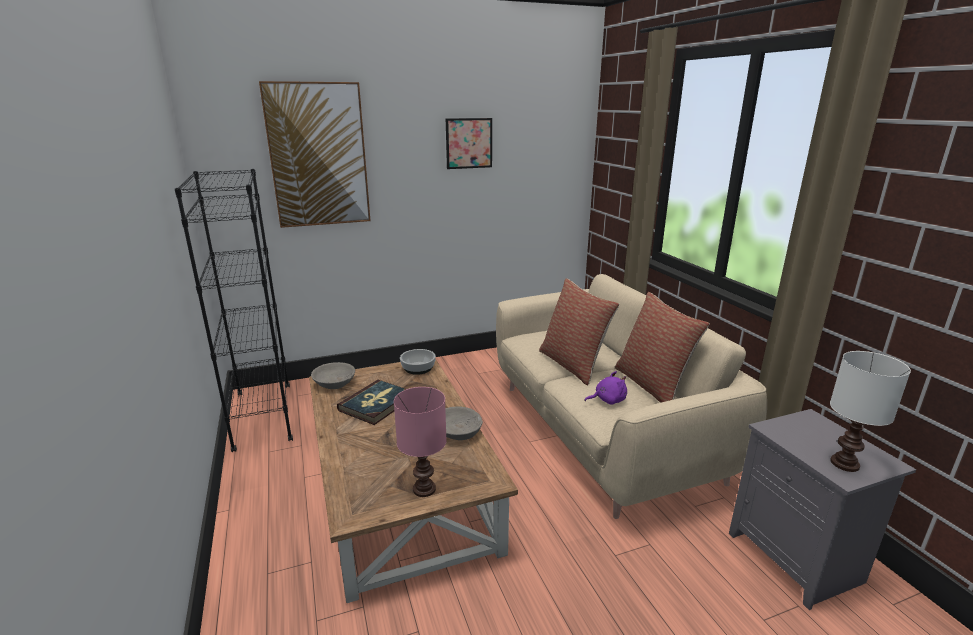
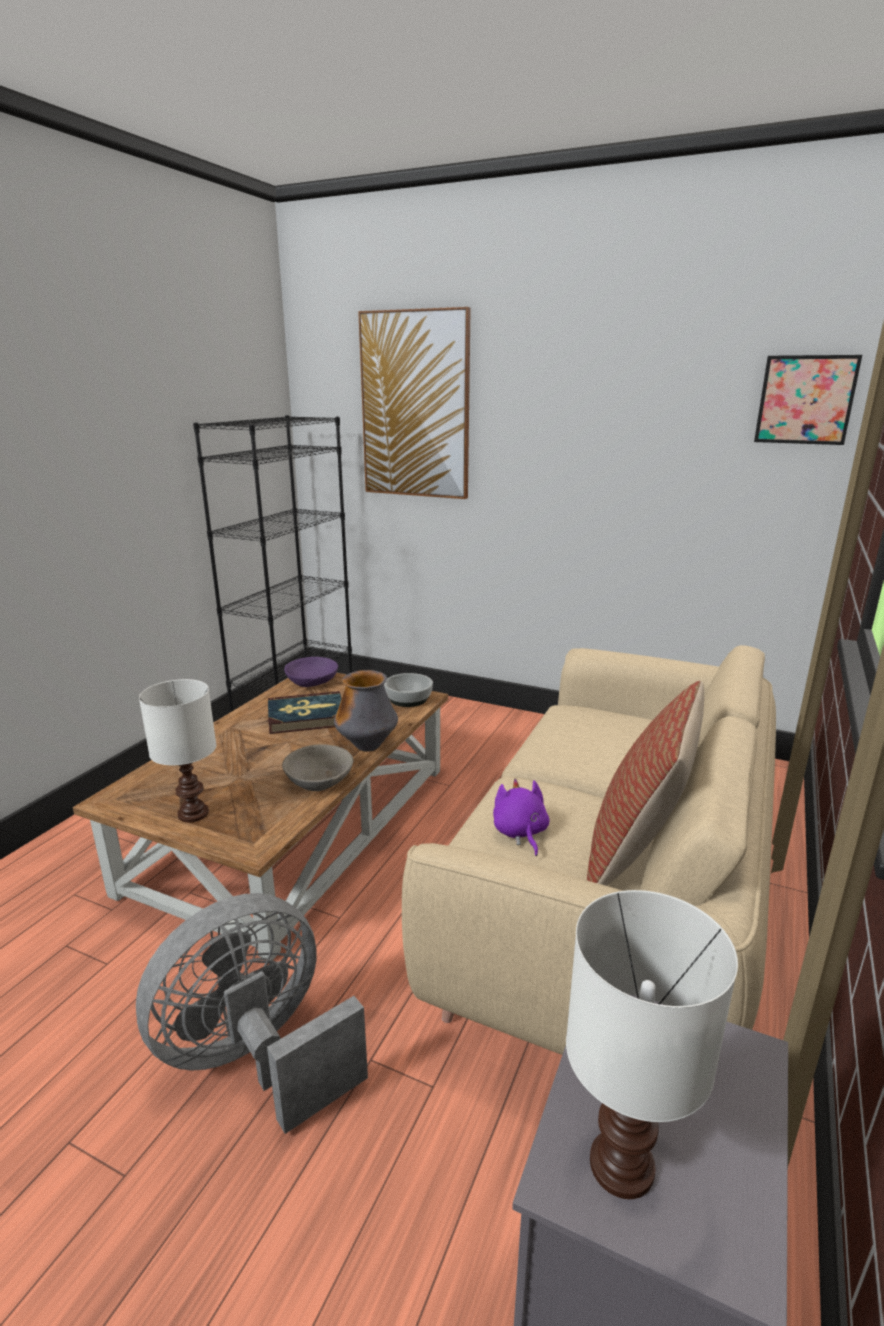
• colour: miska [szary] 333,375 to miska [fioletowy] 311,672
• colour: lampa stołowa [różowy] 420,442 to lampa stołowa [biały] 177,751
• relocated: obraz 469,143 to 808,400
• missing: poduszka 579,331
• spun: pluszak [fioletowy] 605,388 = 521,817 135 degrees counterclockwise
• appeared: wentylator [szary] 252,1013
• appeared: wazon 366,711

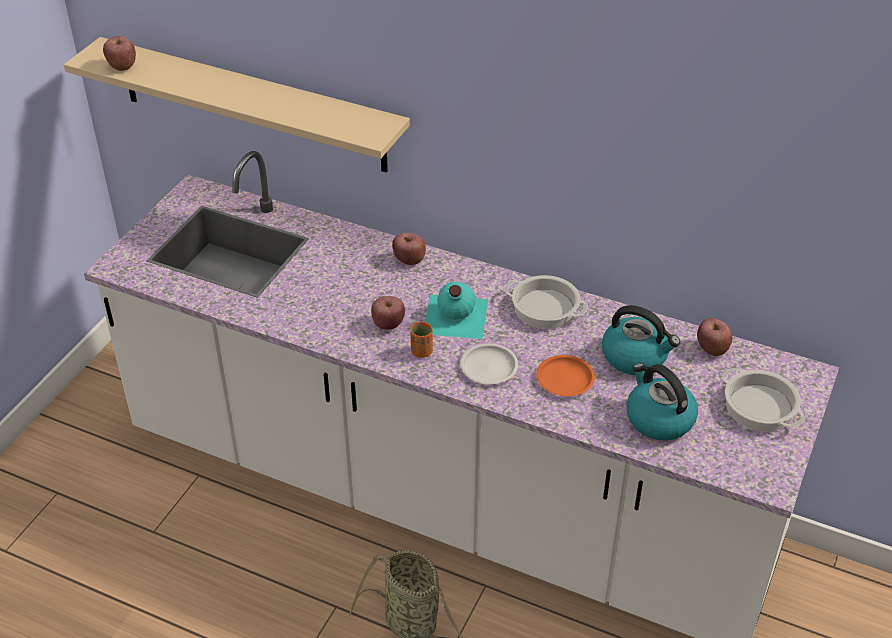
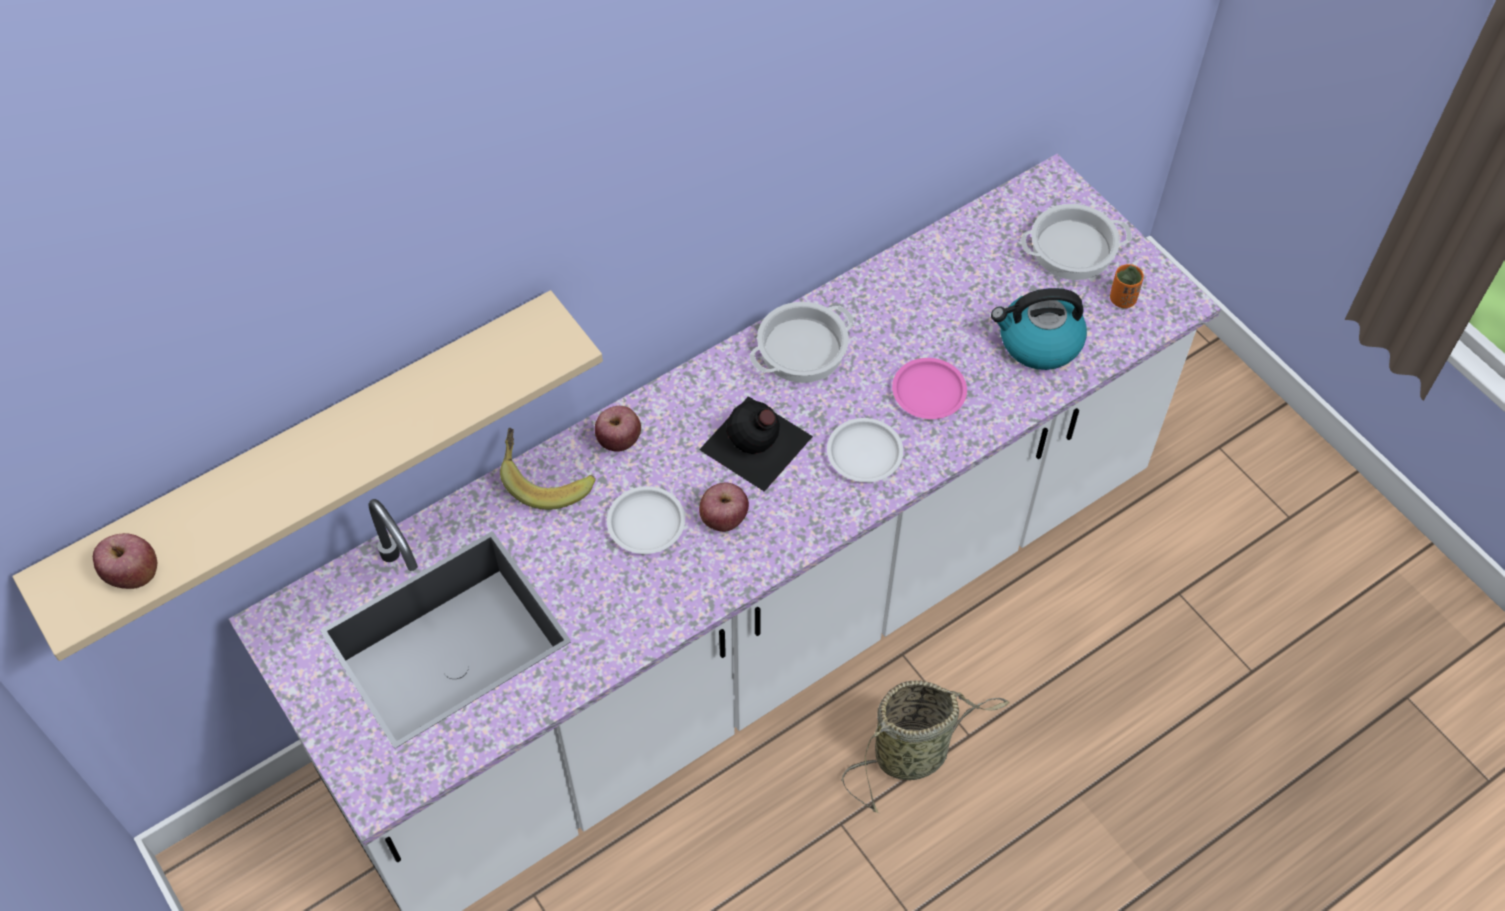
• relocated: filiżanka [pomarańczowy] 421,340 to 1127,286
• colour: butelka [turkusowy] 456,310 to butelka [czarny] 756,444
• colour: talerz [pomarańczowy] 565,375 to talerz [różowy] 929,388
• missing: czajnik 641,340
• missing: jabłko 714,337
• appeared: banan 548,469
• appeared: talerz [biały] 646,520

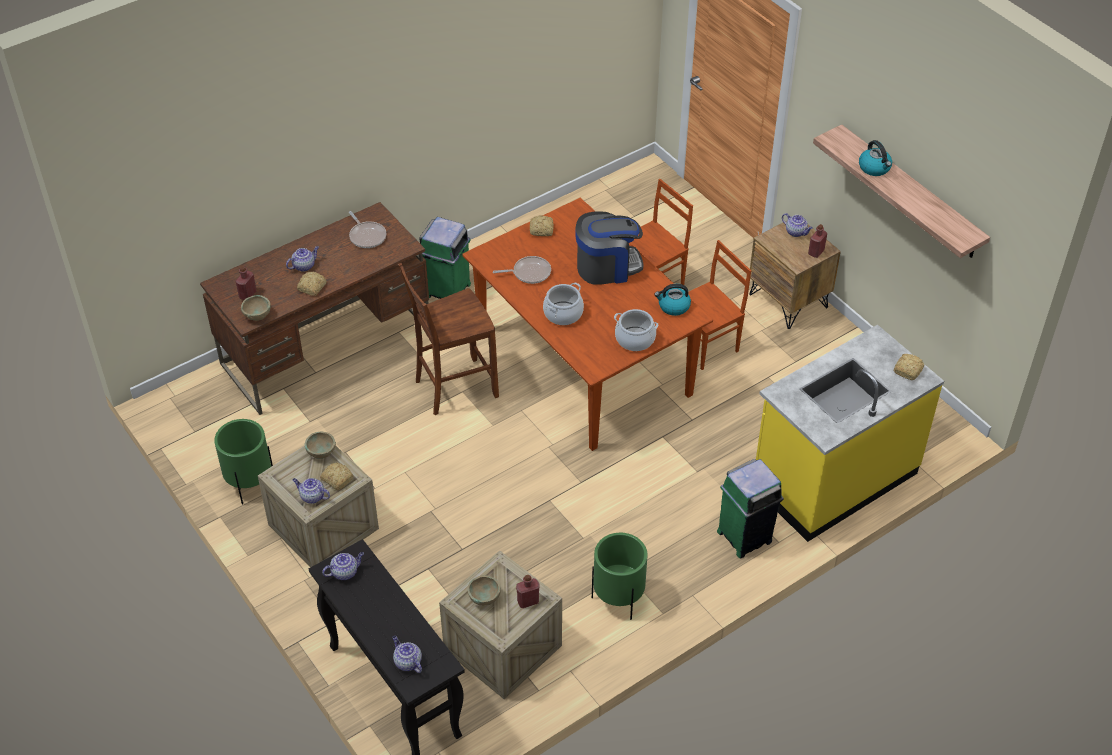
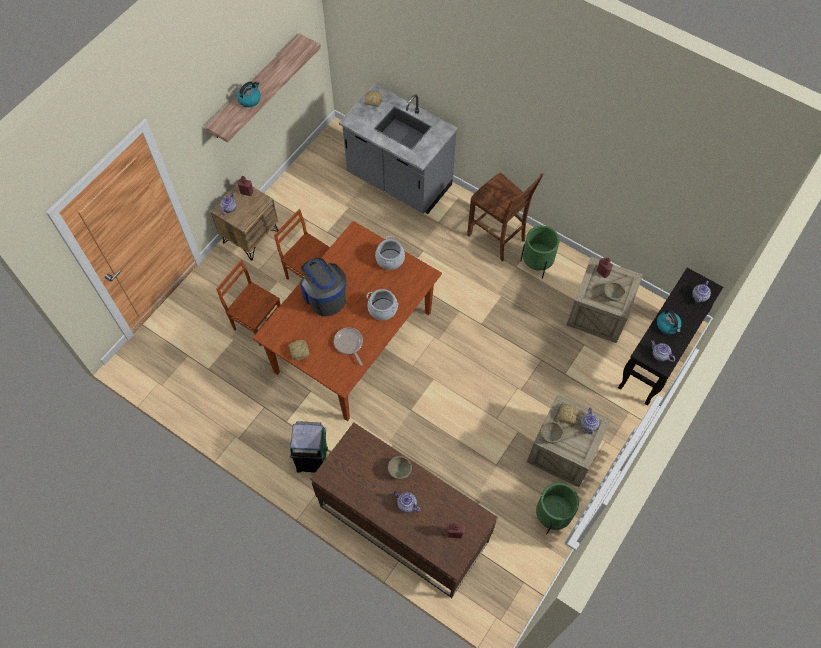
• relocated: miska [beżowy] 256,308 to 400,468
• missing: chleb 312,284
• missing: patelnia 367,229
• relocated: krzesło [brązowy] 449,339 to 505,217
• relocated: czajnik 672,300 to 669,321
• missing: kosz na śmieci [zielony] 750,508
• colour: zabudowa kuchenna [żółty] 850,433 to zabudowa kuchenna [szary] 398,149

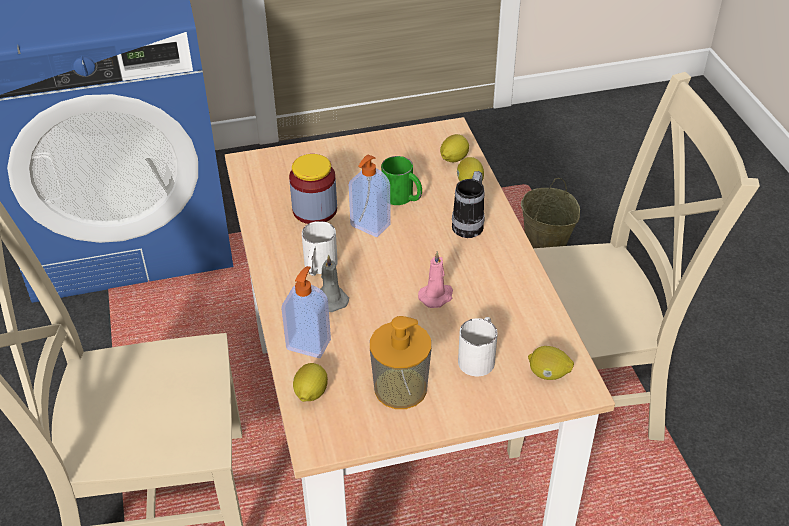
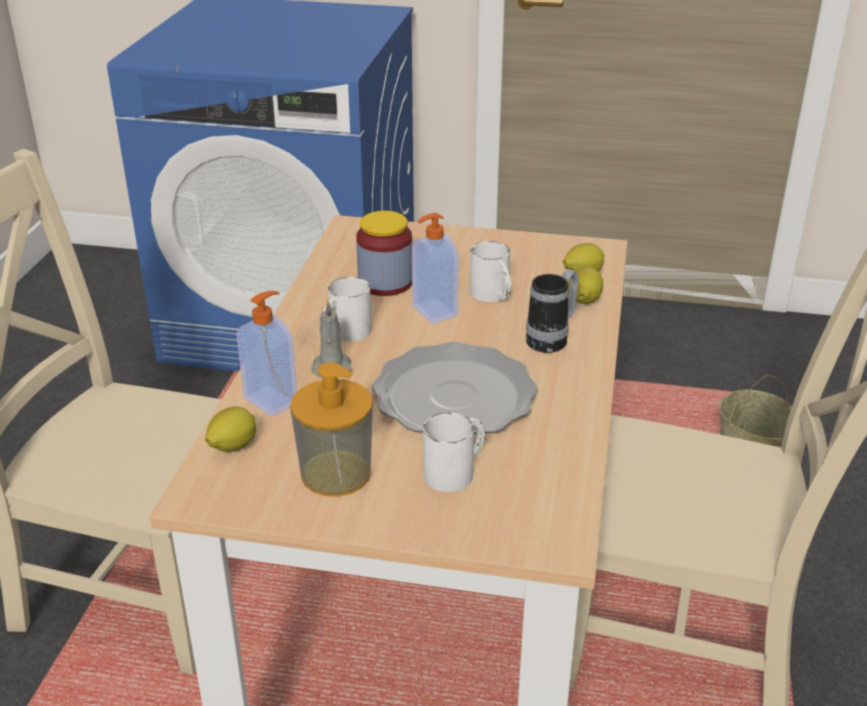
• colour: kubek [zielony] 401,180 to kubek [biały] 490,271
• exchanged: świeca [różowy] 435,279 to talerz 455,388
• missing: cytryna 551,363

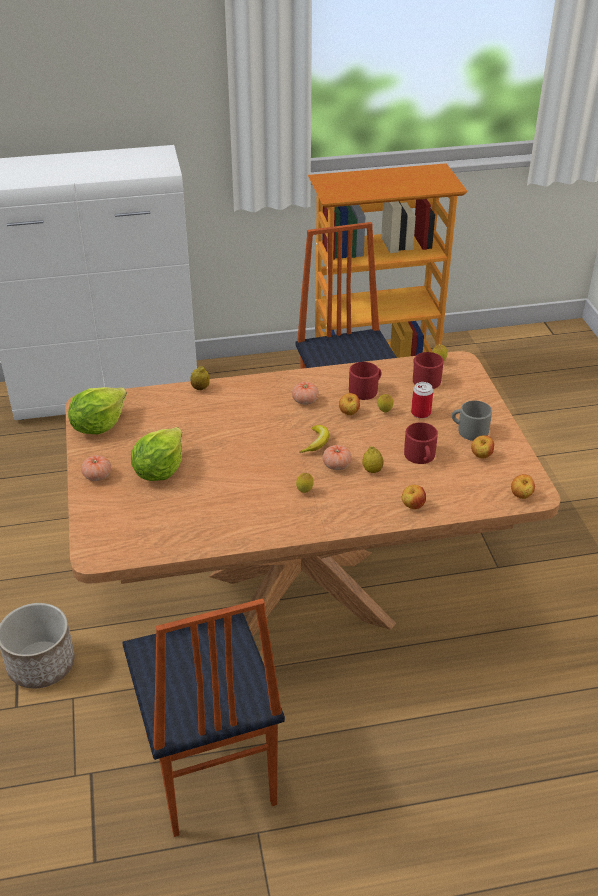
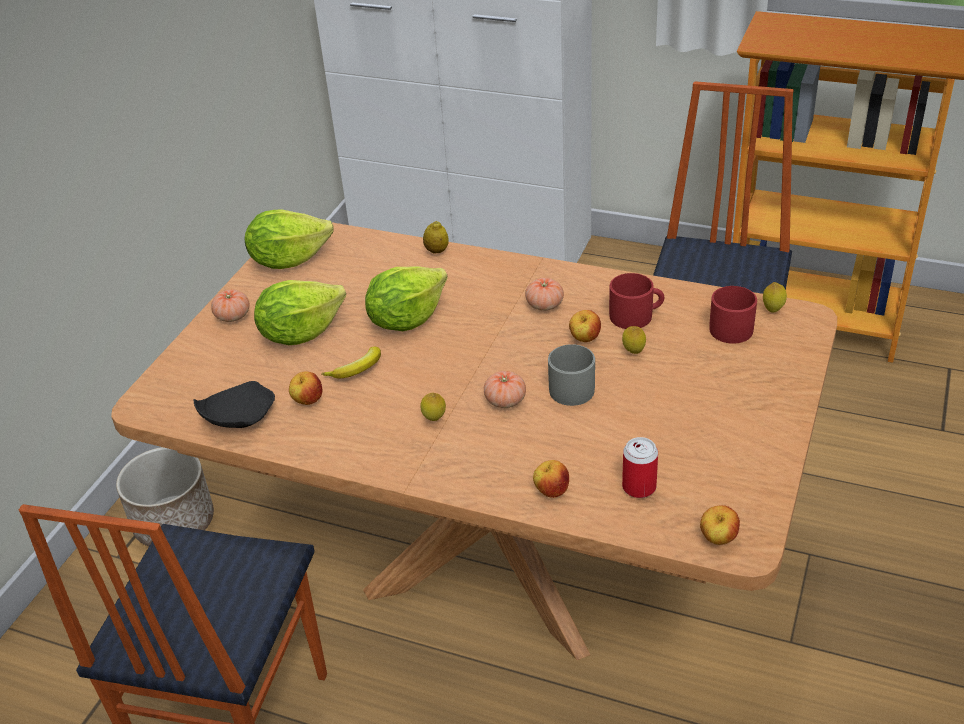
• relocated: banan 314,439 to 351,362
• missing: cytryna 373,459
• missing: kubek [czerwony] 421,443
• relocated: puszka 422,400 to 640,467
• relocated: kubek [szary] 472,421 to 571,375
• relocated: jabłko 482,447 to 305,388
• appeared: talerz [czarny] 234,404
• appeared: sałata 406,298

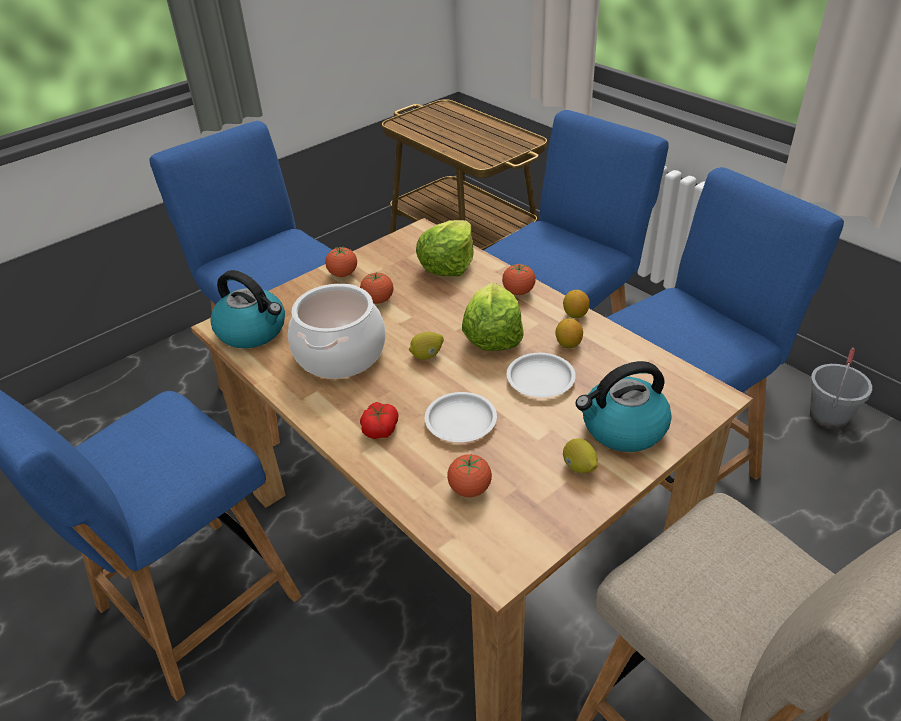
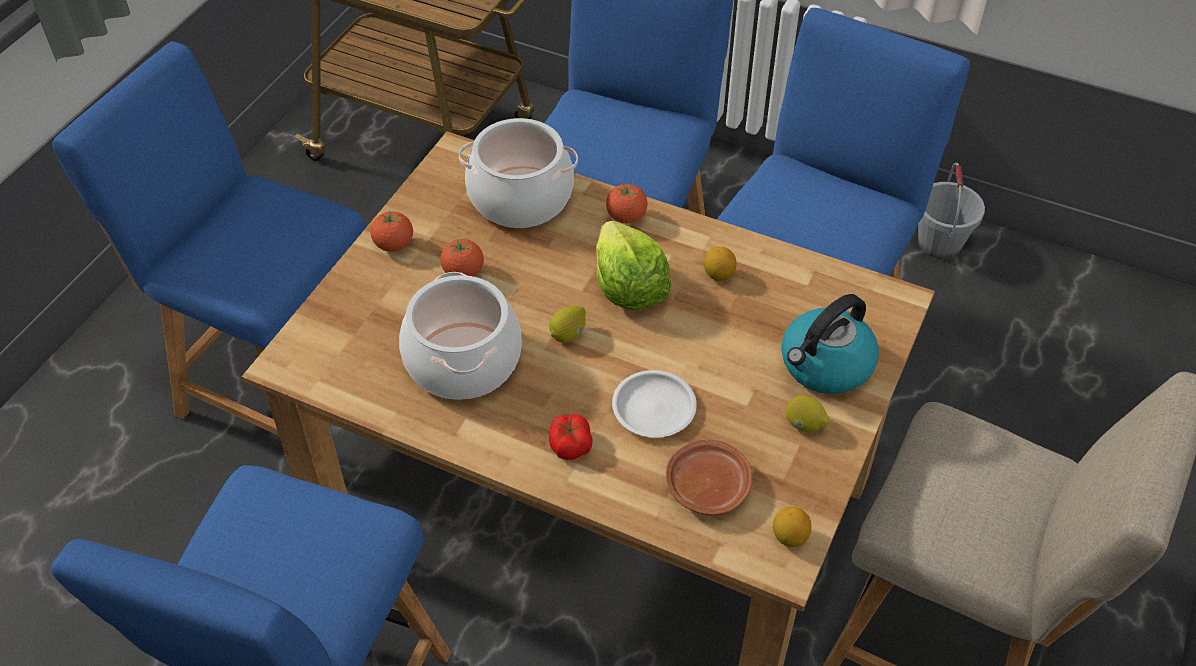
• missing: czajnik 247,309
• exchanged: sałata 445,248 to garnek 518,173
• exchanged: pomidor 469,475 to talerz [brązowy] 709,478
• missing: talerz [biały] 541,375
• relocated: cytryna 576,304 to 792,527

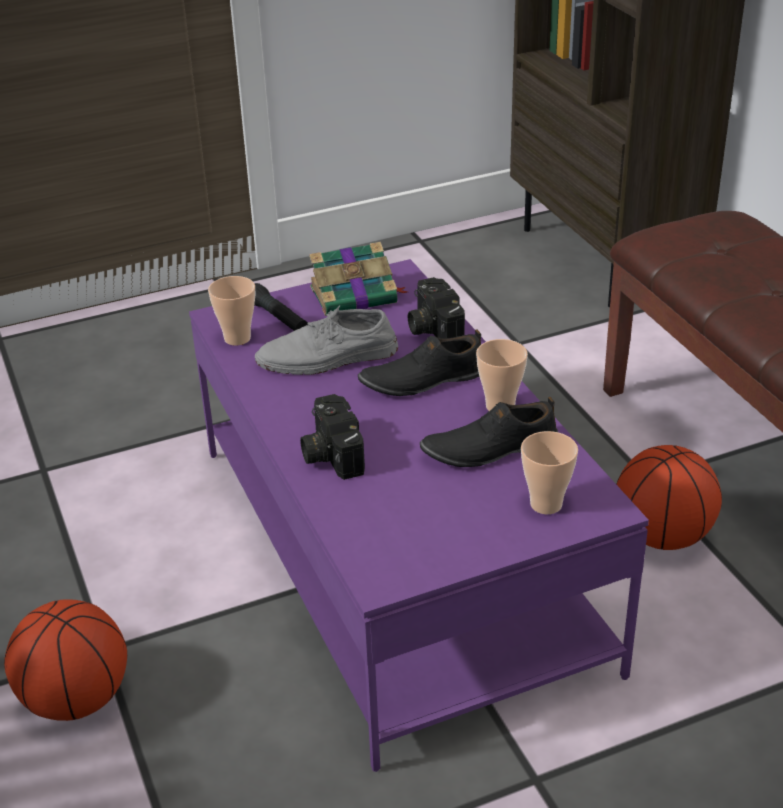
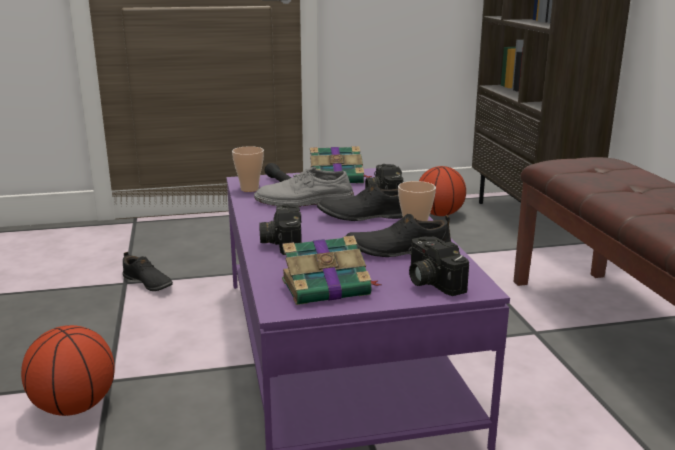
• exchanged: filiżanka 549,472 to aparat fotograficzny 438,266
• relocated: piłka do koszykówki 669,497 to 442,191
• appeared: but [czarny] 148,271
• appeared: książka 332,270

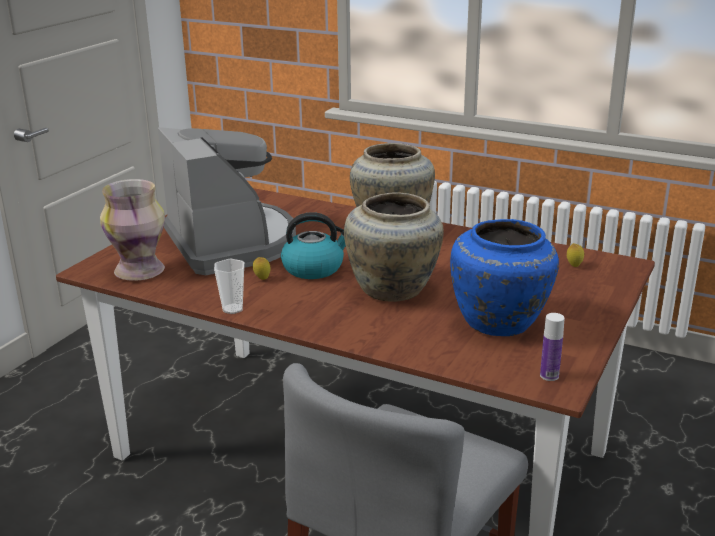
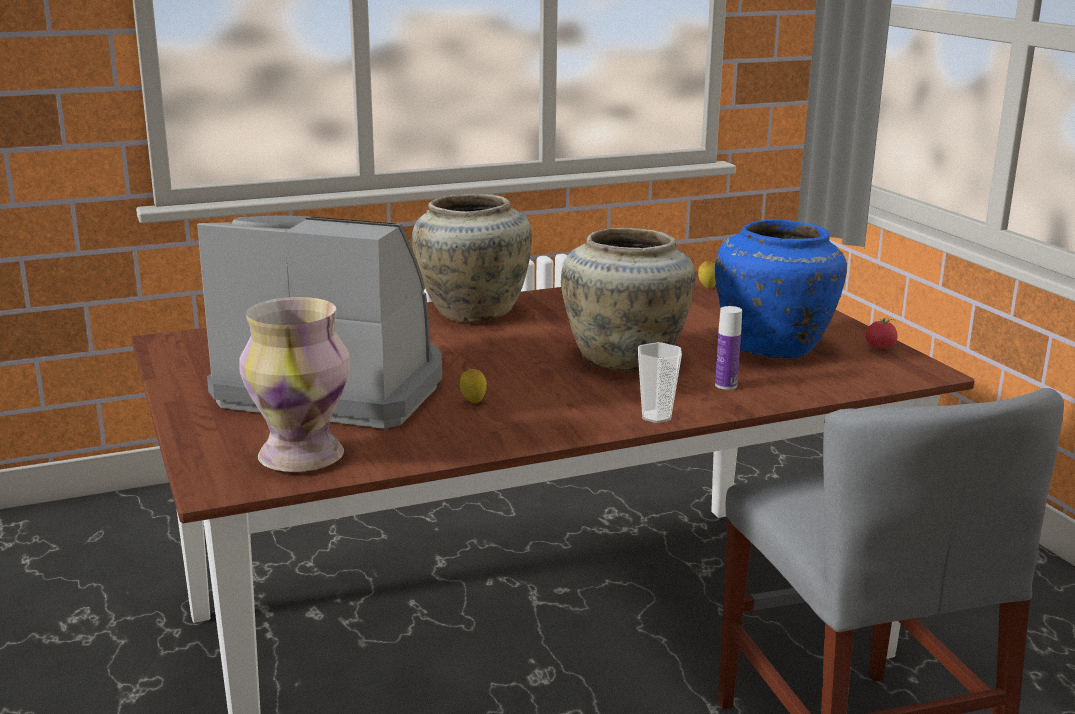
• relocated: filiżanka 229,286 to 660,382
• missing: czajnik 313,245
• relocated: butelka 552,347 to 728,348
• appeared: pomidor 881,333

